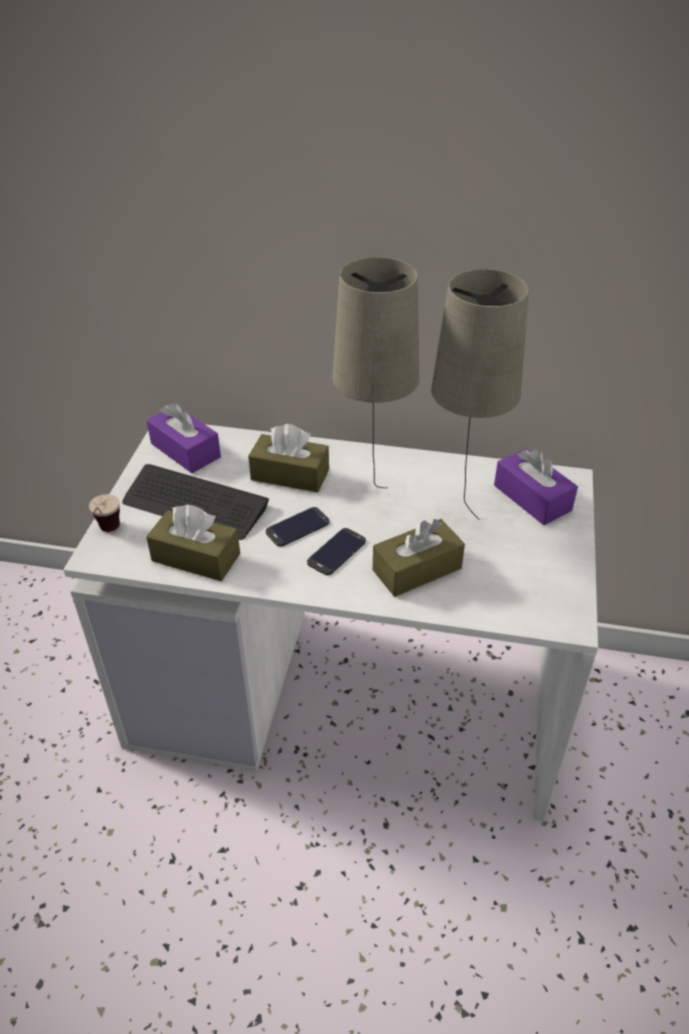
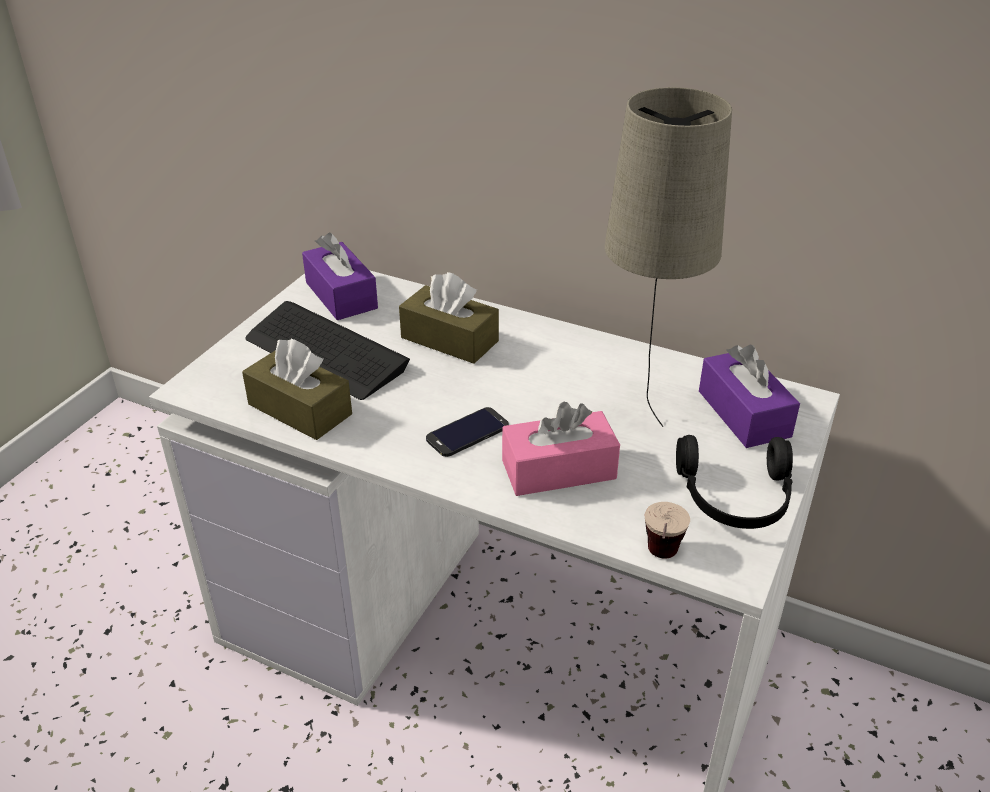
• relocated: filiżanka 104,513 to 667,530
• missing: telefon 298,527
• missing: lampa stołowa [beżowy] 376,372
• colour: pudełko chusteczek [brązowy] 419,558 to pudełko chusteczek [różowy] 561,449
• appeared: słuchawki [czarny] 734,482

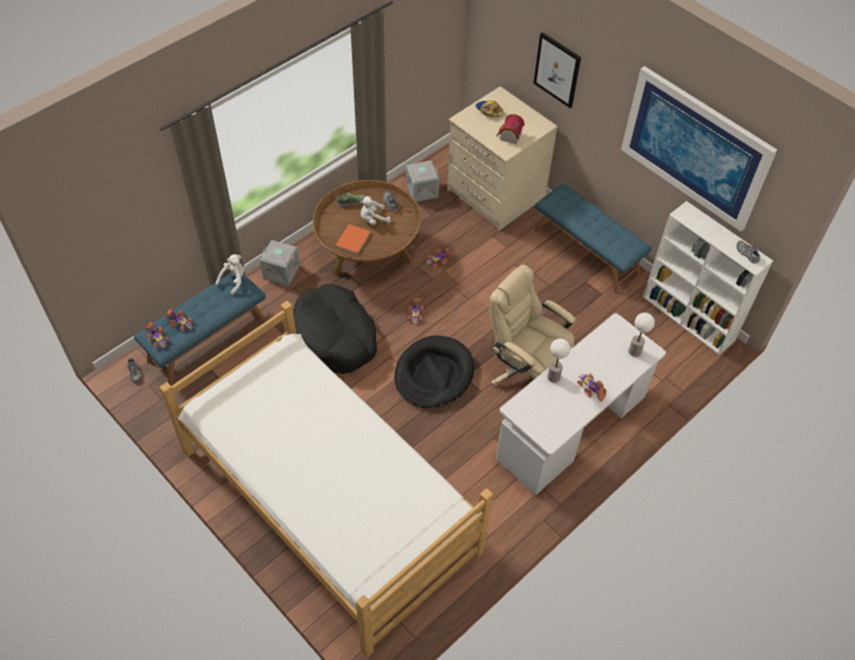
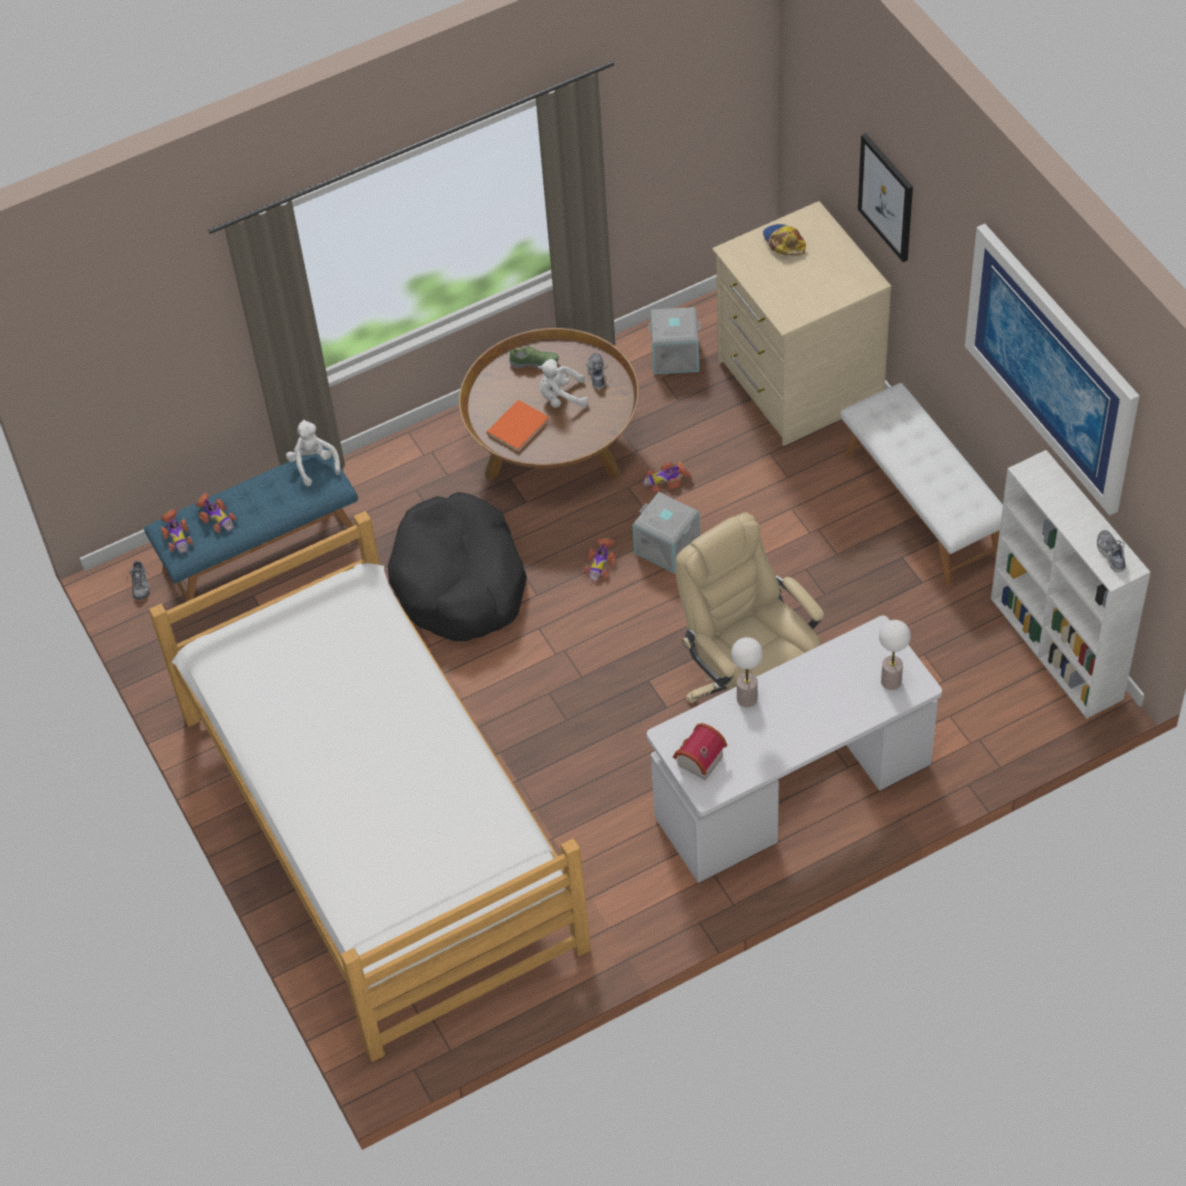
• spun: pluszak [biały] 230,274 = 313,453 75 degrees counterclockwise
• relocated: pojemnik do przechowywania [szary] 280,263 to 666,533
• missing: legowisko [czarny] 434,371
• relocated: domek 510,129 to 700,751
• colour: ławka [niebieski] 593,238 to ławka [biały] 922,484
• missing: samochodzik 591,388

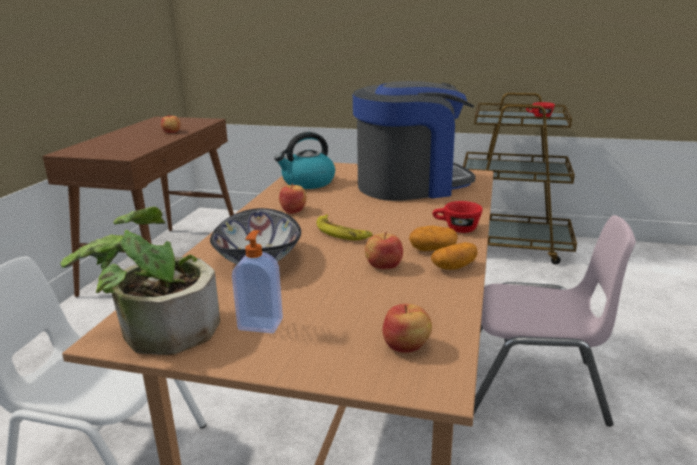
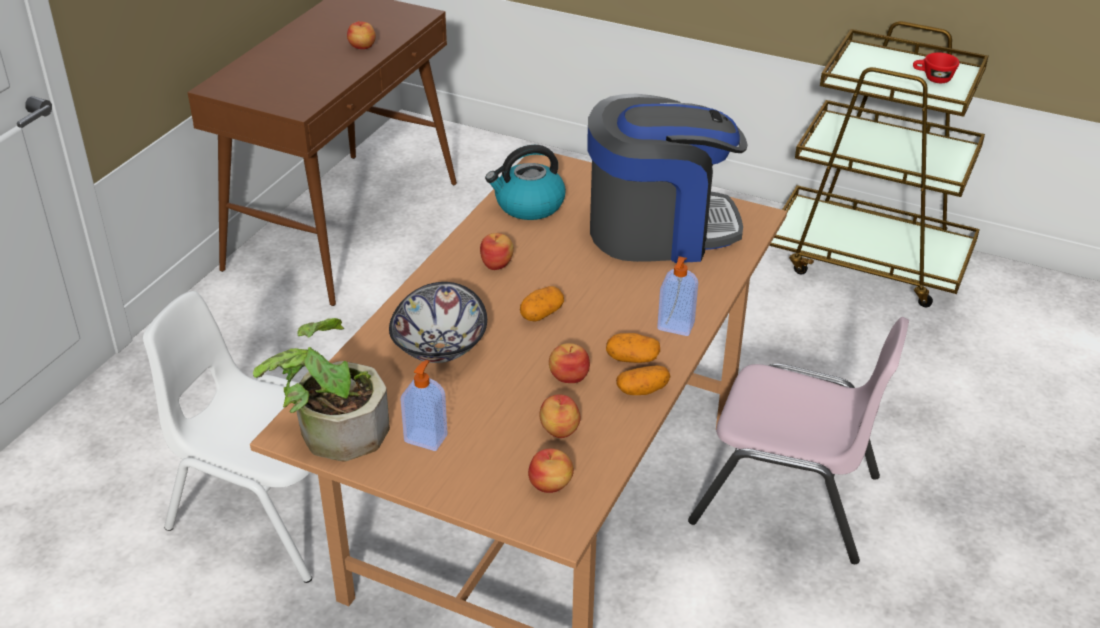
• exchanged: banan 344,227 to ziemniak 542,304
• exchanged: filiżanka [czerwony] 458,217 to dozownik mydła 677,296
• appeared: jabłko 560,416

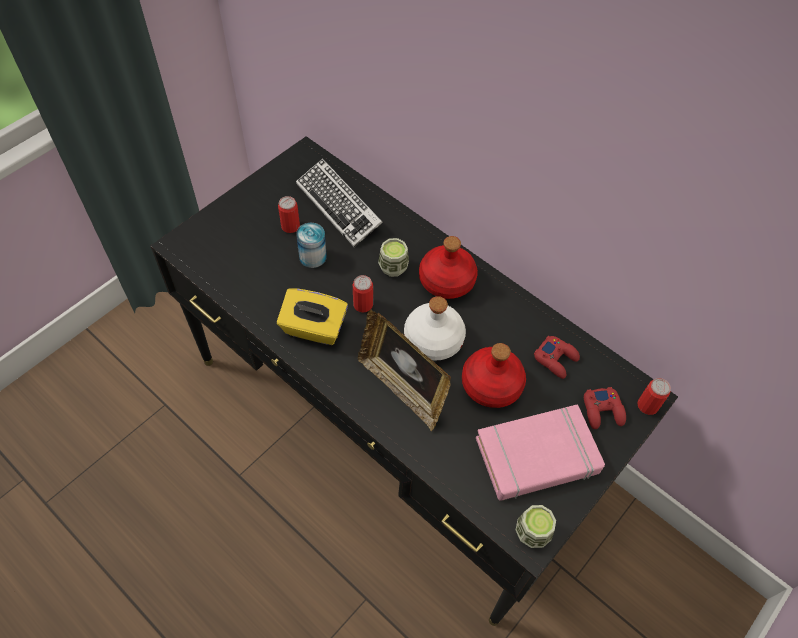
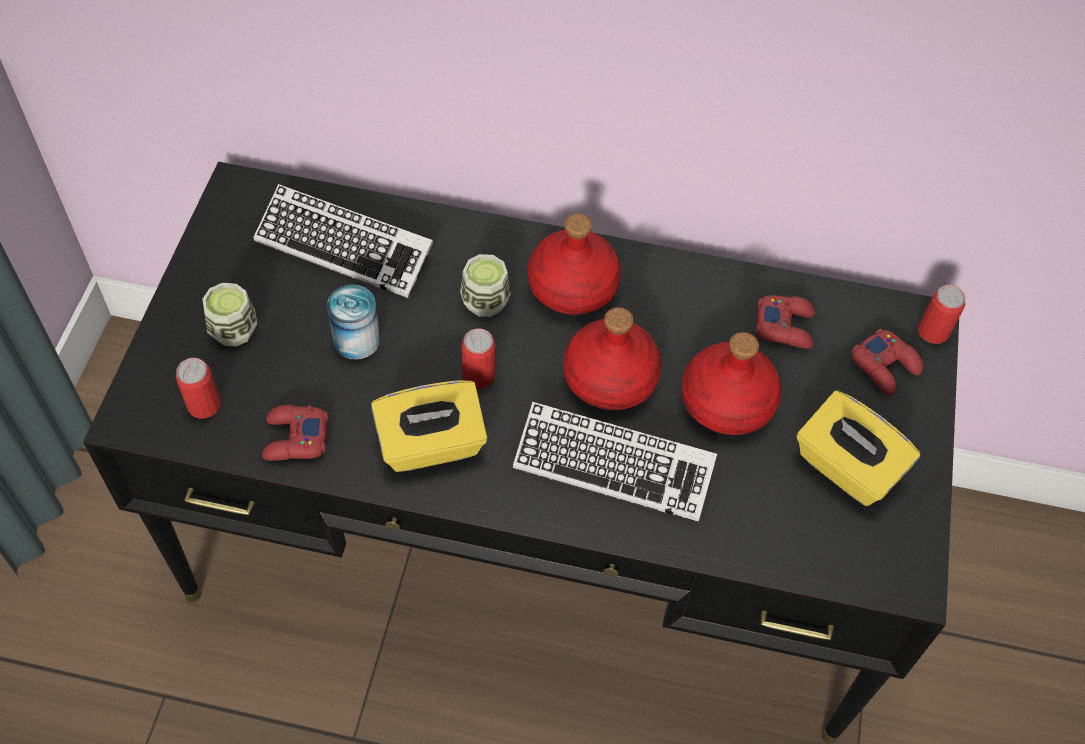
• relocated: puszka 289,214 to 198,388
• exchanged: ramka na zdjęcie 404,370 to klawiatura 615,462
• colour: butelka [biały] 435,328 to butelka [czerwony] 613,358
• exchanged: książka [różowy] 540,452 to pudełko chusteczek [żółty] 858,448
• relocated: filiżanka 536,526 to 230,315
• appeared: pad do gier [czerwony] 295,433

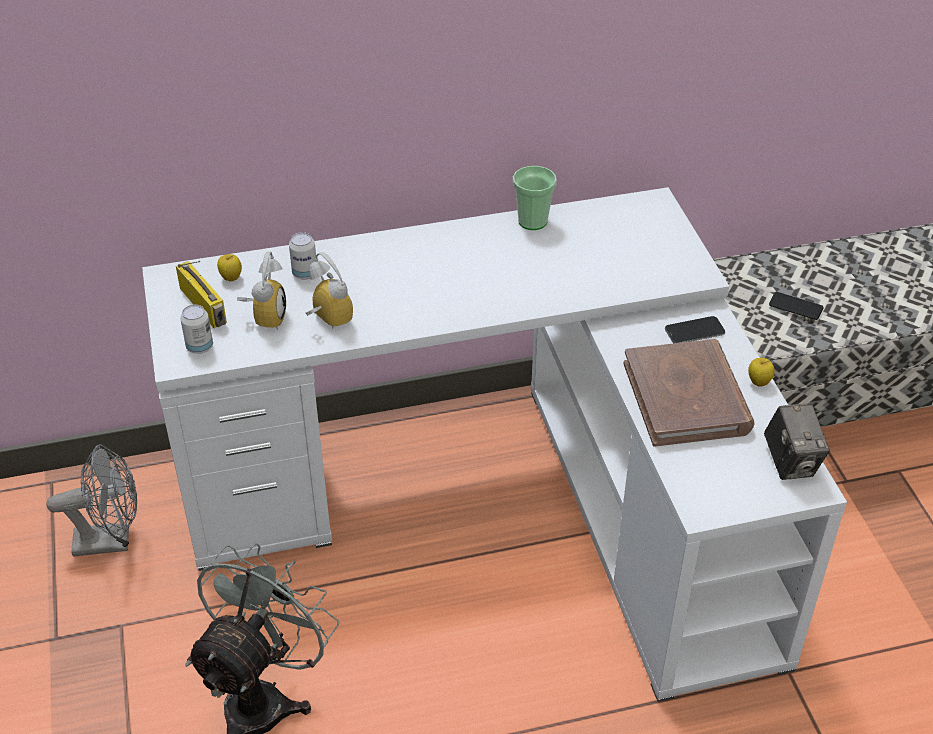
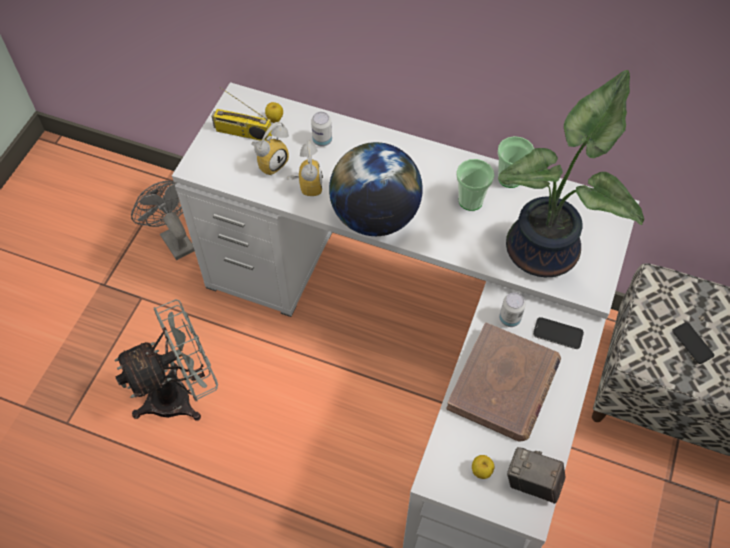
• spun: wentylator [szary] 91,500 = 163,220 150 degrees counterclockwise
• spun: radio 201,294 = 241,114 105 degrees clockwise
• relocated: puszka 196,329 to 512,309
• relocated: jabłko 761,372 to 483,467
• spun: aparat fotograficzny 797,441 = 536,475 90 degrees clockwise
• appeared: globus 376,189
• appeared: filiżanka 475,185
• appeared: roślina doniczkowa 571,173

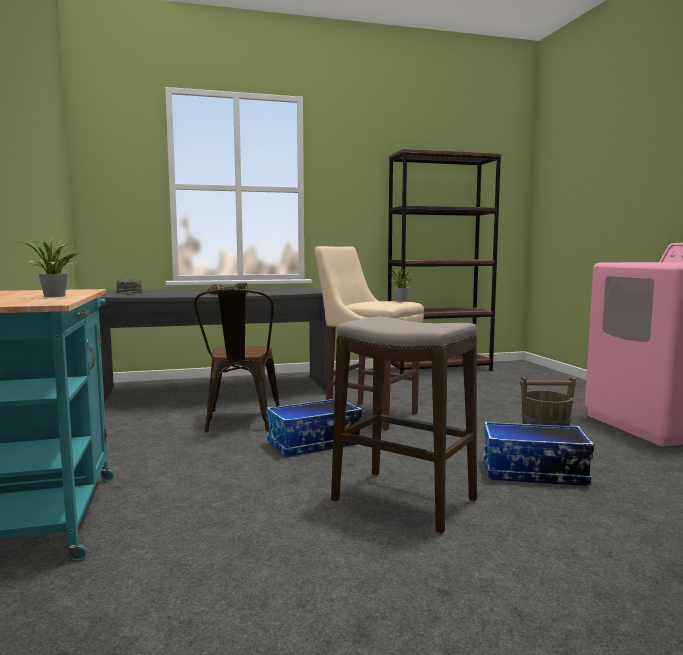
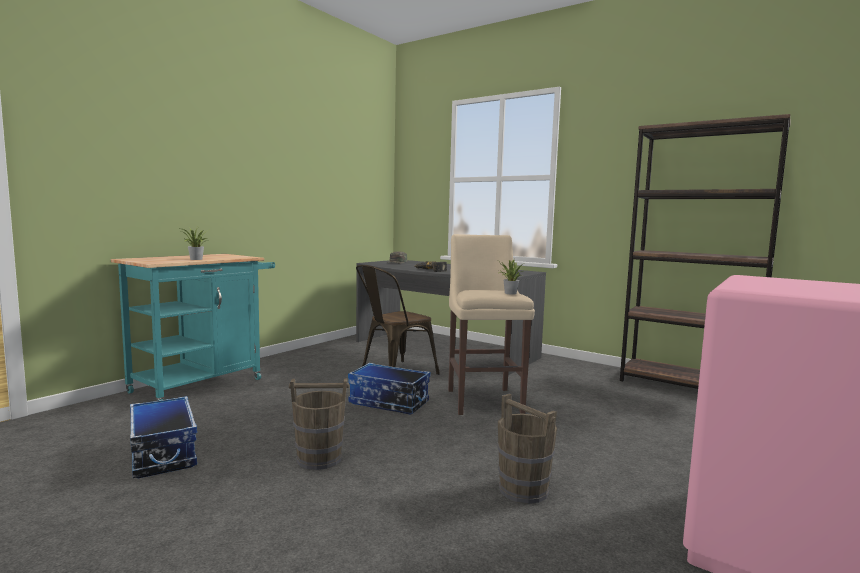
• exchanged: stołek 404,425 to wiadro [brązowy] 319,424
• relocated: pojemnik do przechowywania 538,453 to 163,437

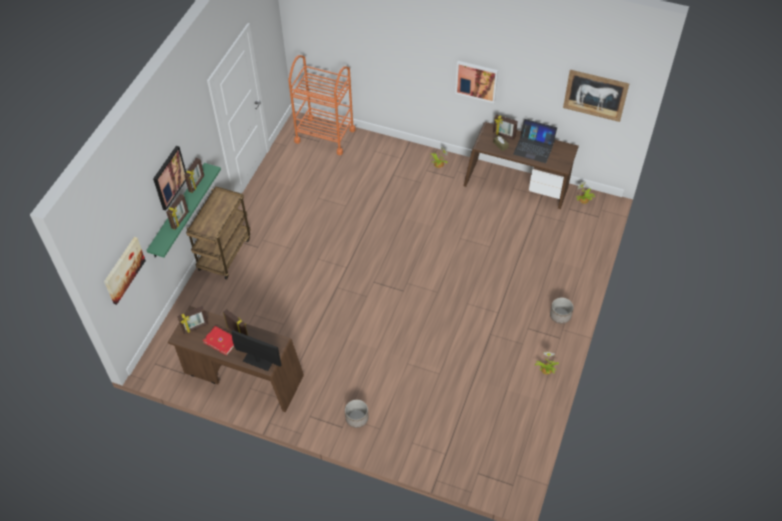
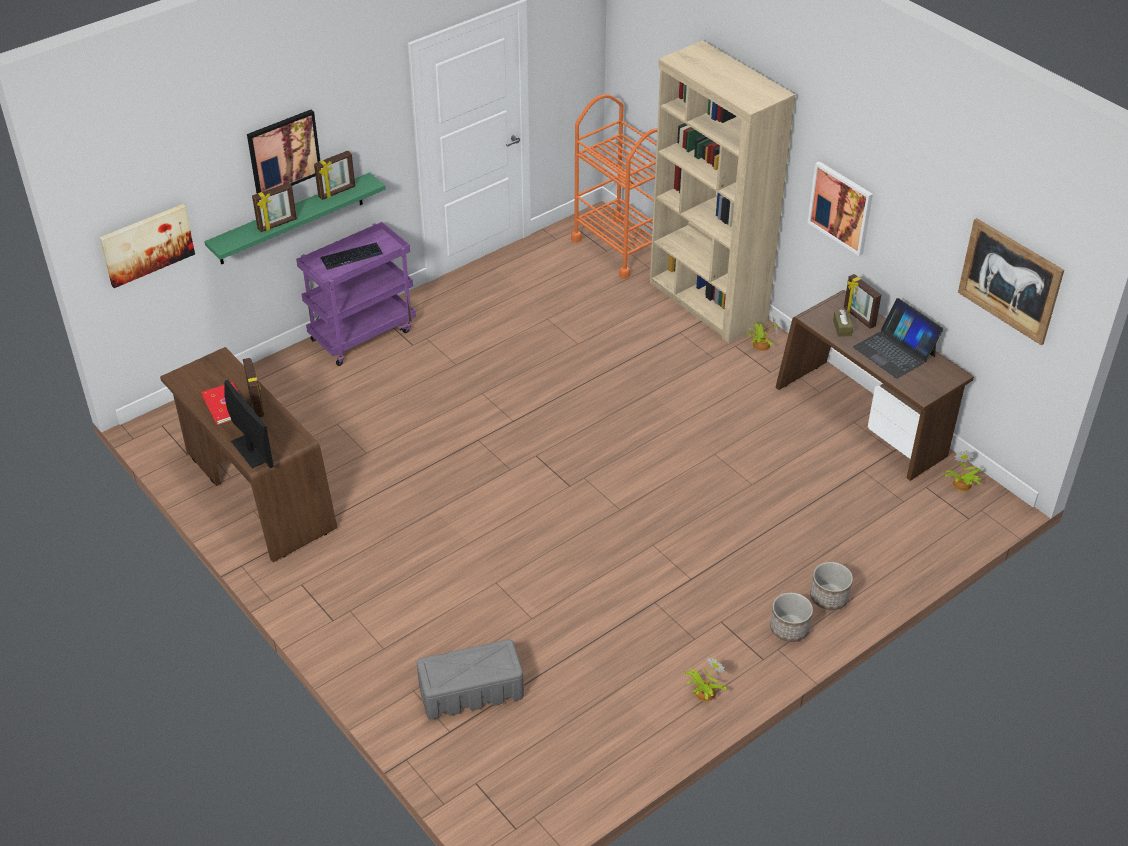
• missing: ramka na zdjęcie 192,320
• colour: wózek [brązowy] 218,233 to wózek [fioletowy] 356,294
• relocated: donica 357,414 to 831,586
• appeared: klawiatura 351,256
• appeared: pojemnik do przechowywania [szary] 470,679
• appeared: regał [beżowy] 722,191

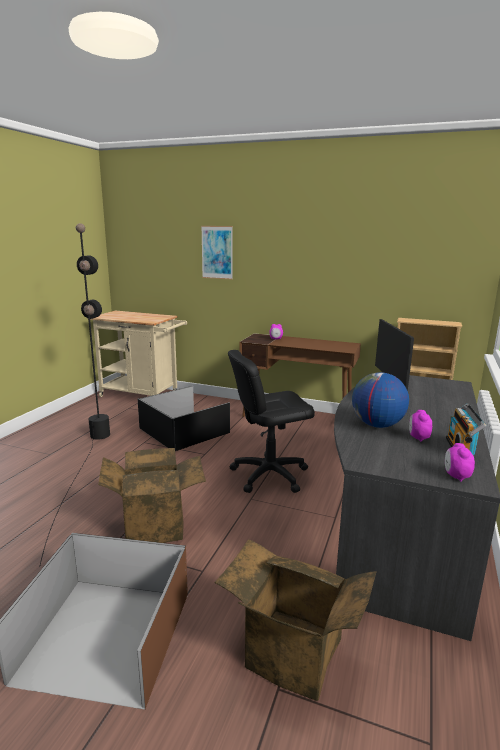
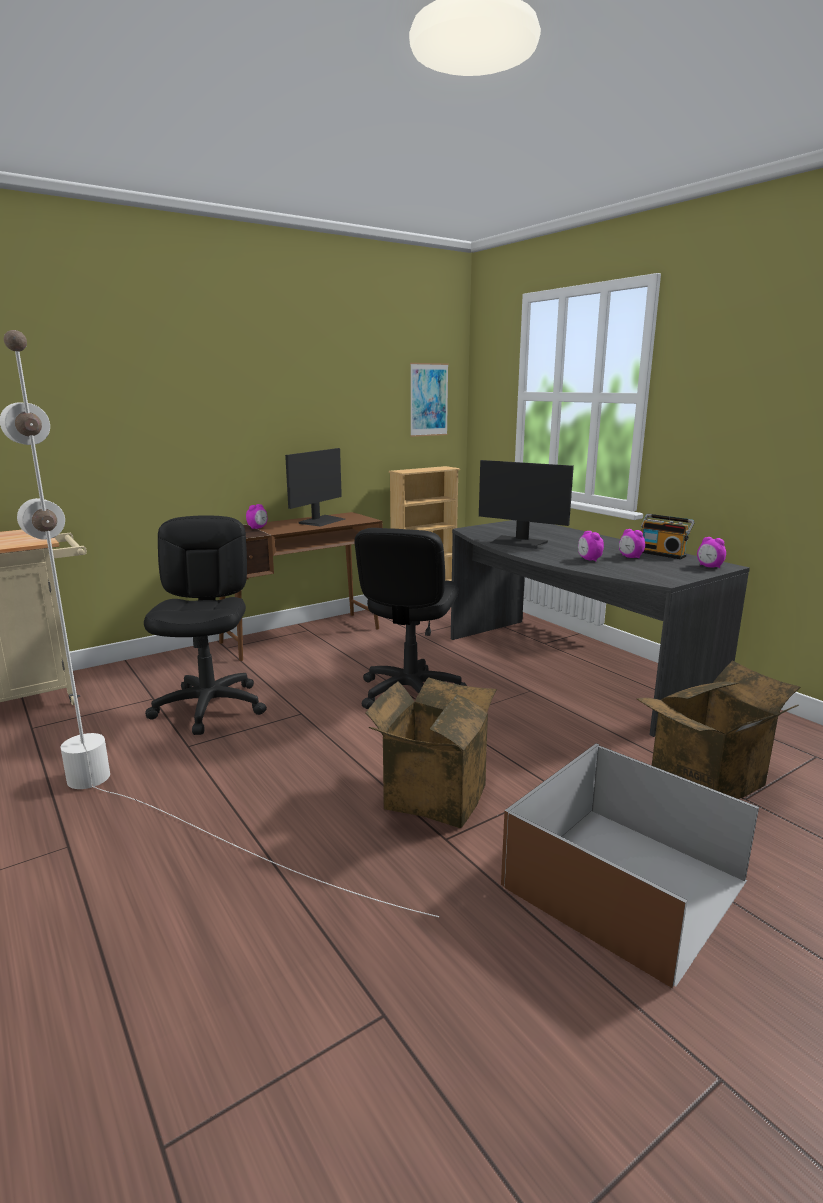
• colour: lampa stojąca [czarny] 74,395 to lampa stojąca [biały] 219,623
• exchanged: pojemnik do przechowywania [czarny] 184,418 to krzesło biurowe [czarny] 205,625
• relocated: obraz 217,252 to 429,400
• exchanged: globus 380,400 to budzik 591,546
• appeared: monitor 315,487

